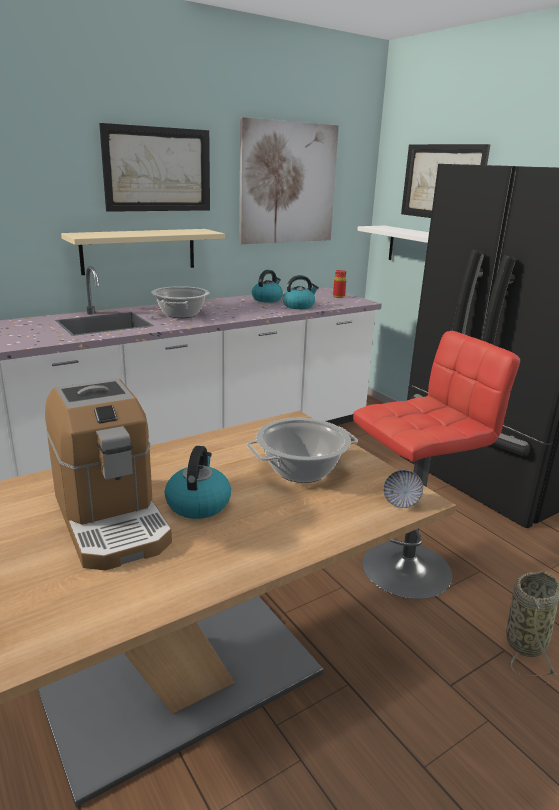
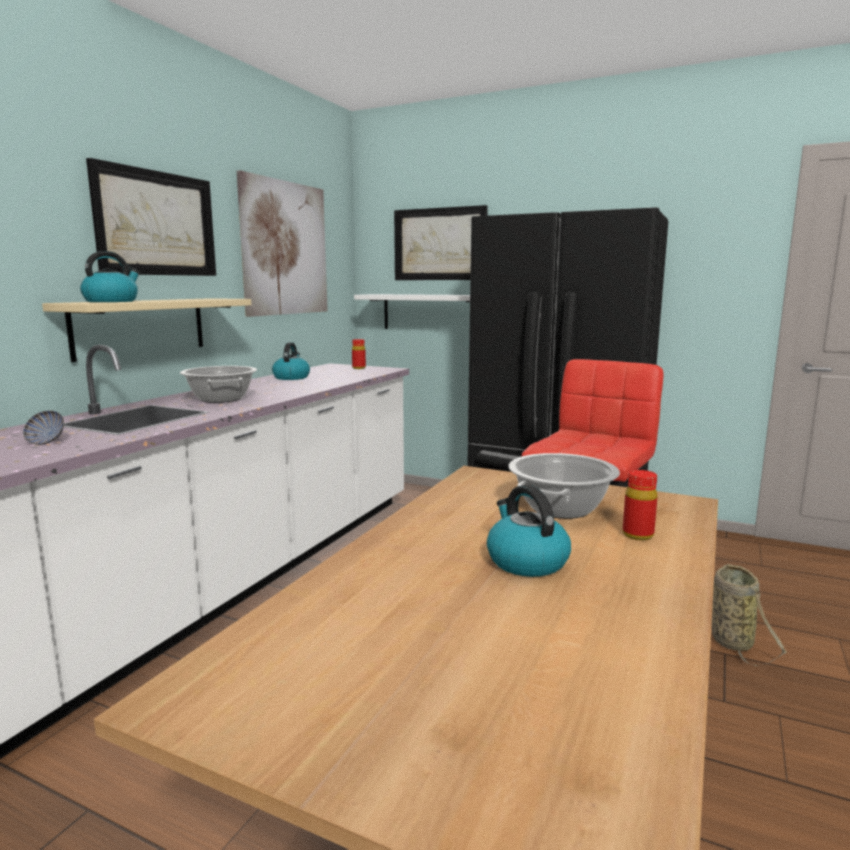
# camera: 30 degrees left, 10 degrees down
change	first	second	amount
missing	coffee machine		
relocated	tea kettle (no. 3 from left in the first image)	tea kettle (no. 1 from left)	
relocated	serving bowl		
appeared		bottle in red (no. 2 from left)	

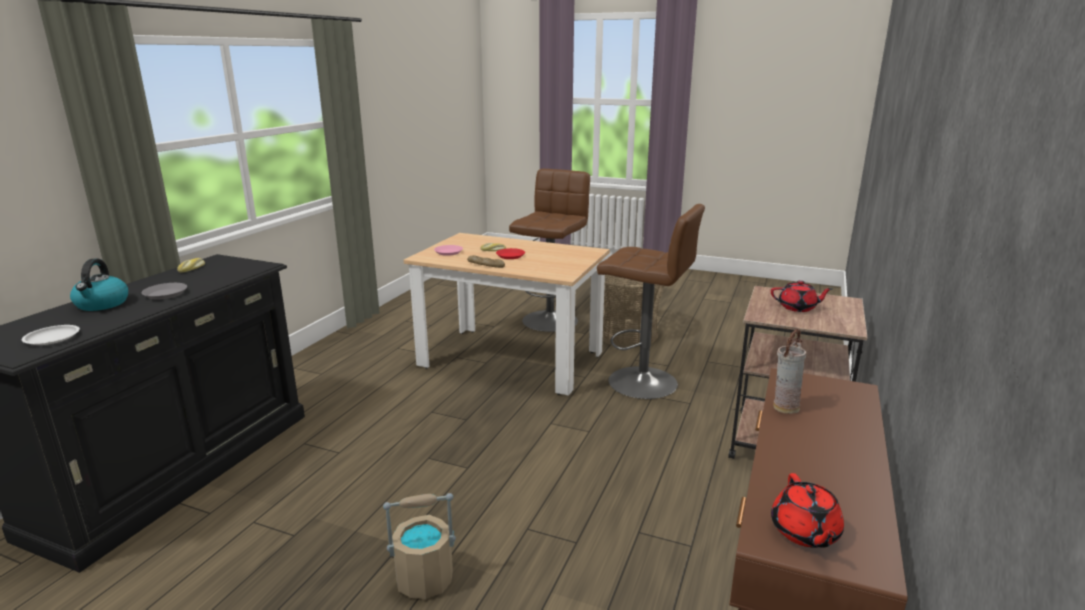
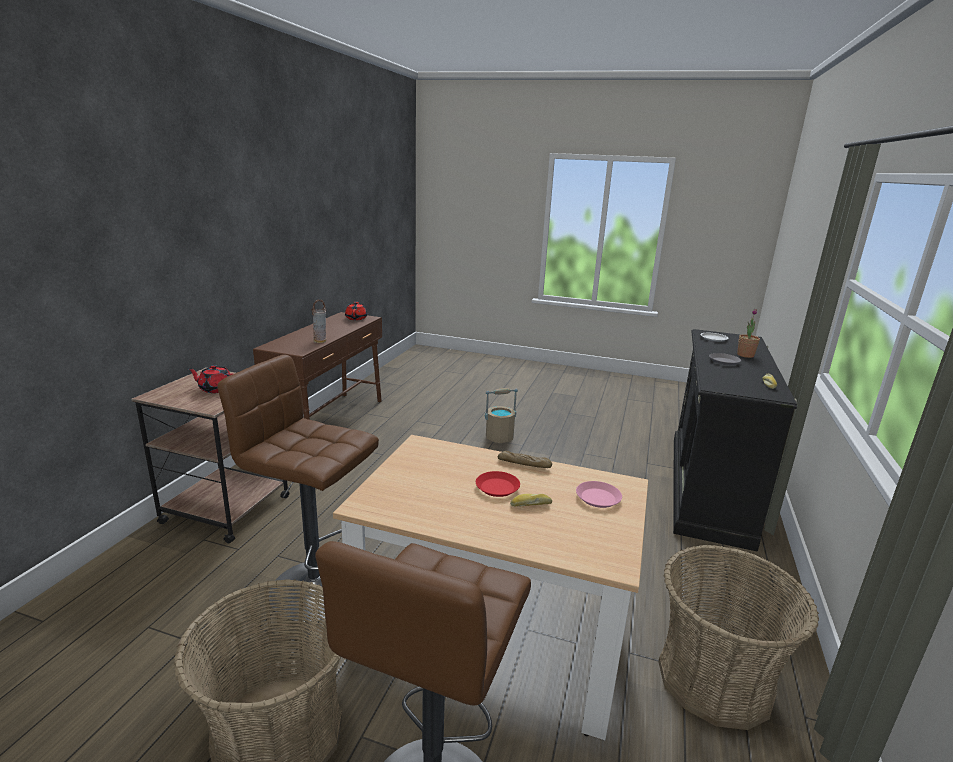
# camera: 175 degrees right, 0 degrees up
change	first	second	amount
exchanged	tea kettle	houseplant	
appeared		household basket (no. 2 from left)	

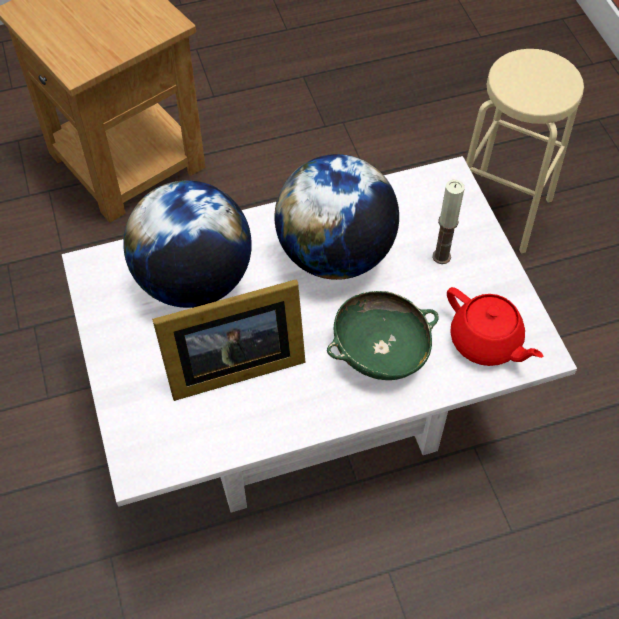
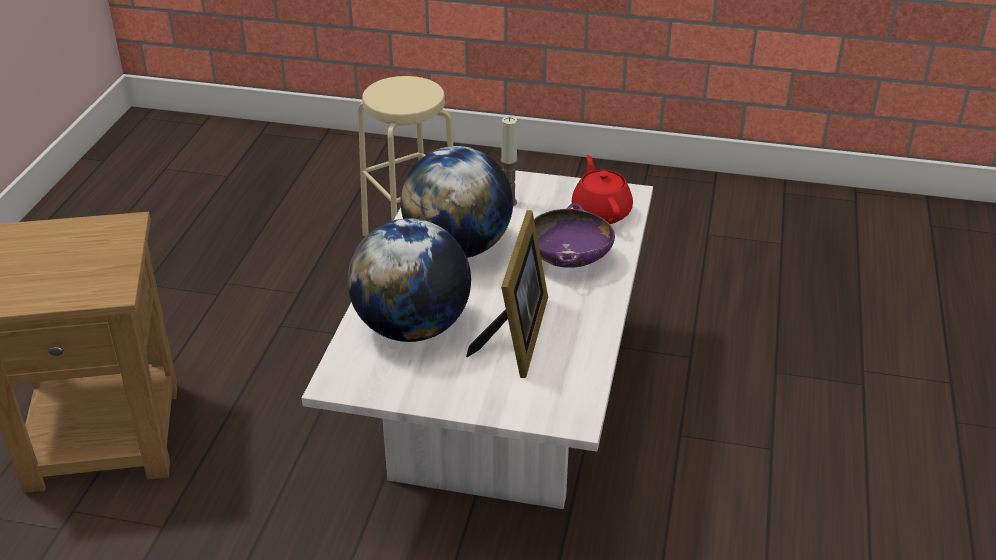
# camera: 60 degrees left, 20 degrees down
change	first	second	amount
colour	serving bowl in green-coloured	serving bowl in purplish	
spun	pot for tea in red		90 degrees counterclockwise

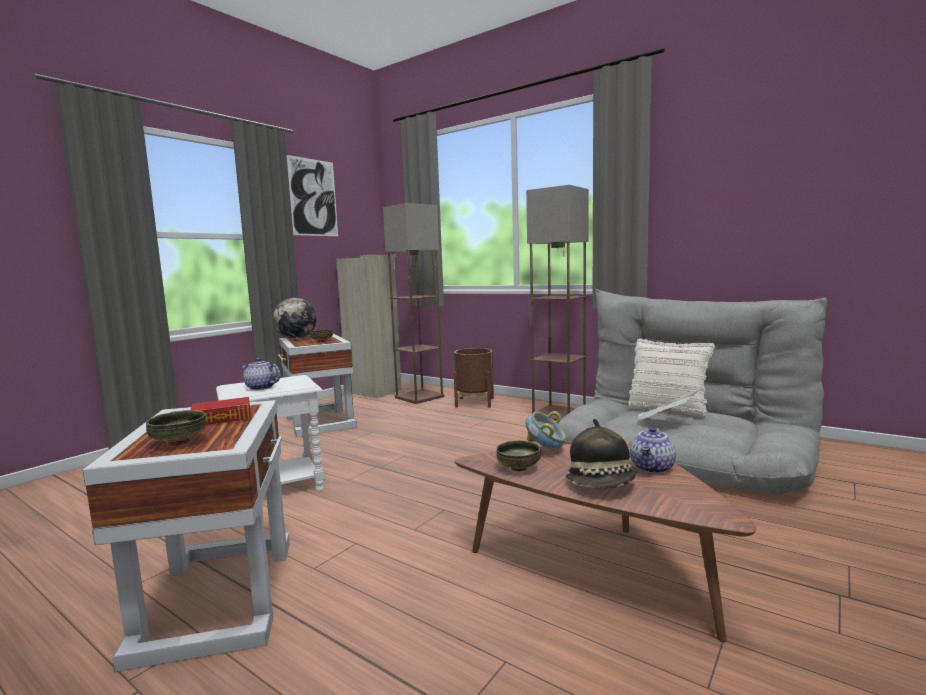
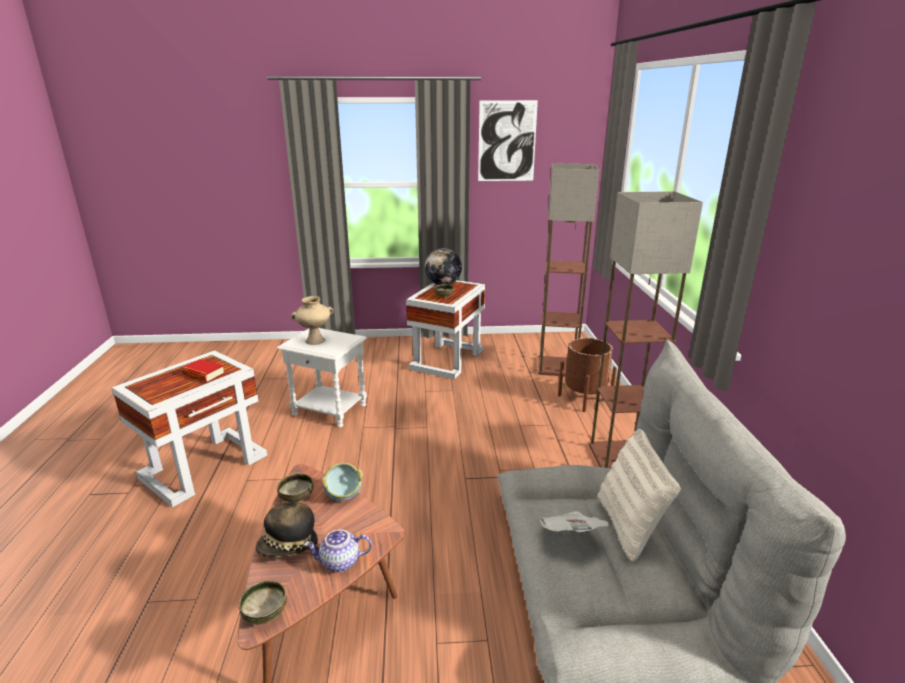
# camera: 50 degrees right, 15 degrees up
change	first	second	amount
relocated	serving bowl (no. 1 from left)		
exchanged	pot for tea (no. 1 from left)	vase in sand-coloured	
missing	cupboard in sand-coloured		

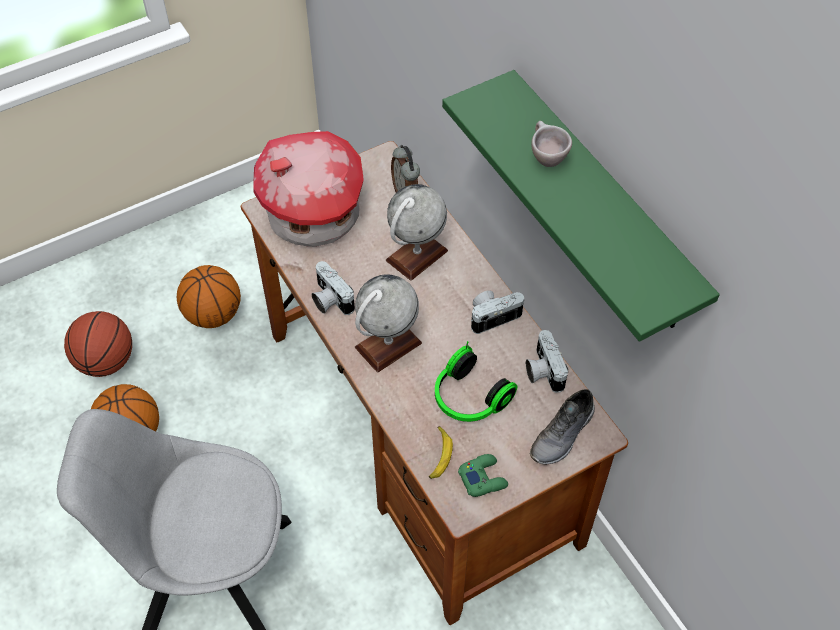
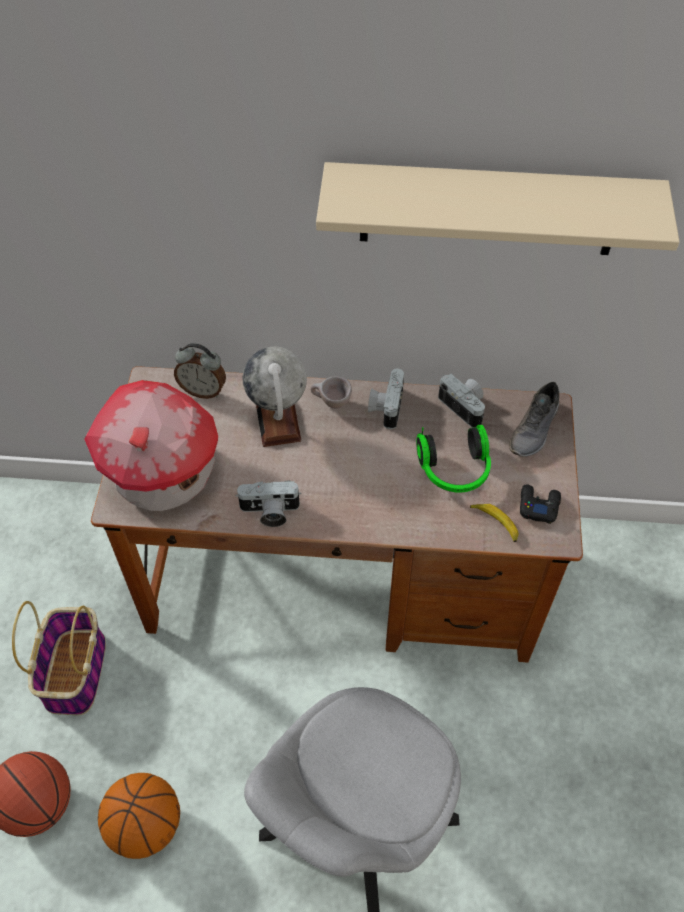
# camera: 55 degrees left, 0 degrees up
change	first	second	amount
exchanged	basketball (no. 3 from left)	household basket	
missing	desk globe (no. 1 from left)		
colour	bracket shelf in green-coloured	bracket shelf in sand-coloured	
colour	joypad in green-coloured	joypad in black-coloured	
spun	still camera (no. 3 from left)		150 degrees counterclockwise
spun	shoe in greyish		45 degrees clockwise
relocated	drinking cup in sand-coloured		

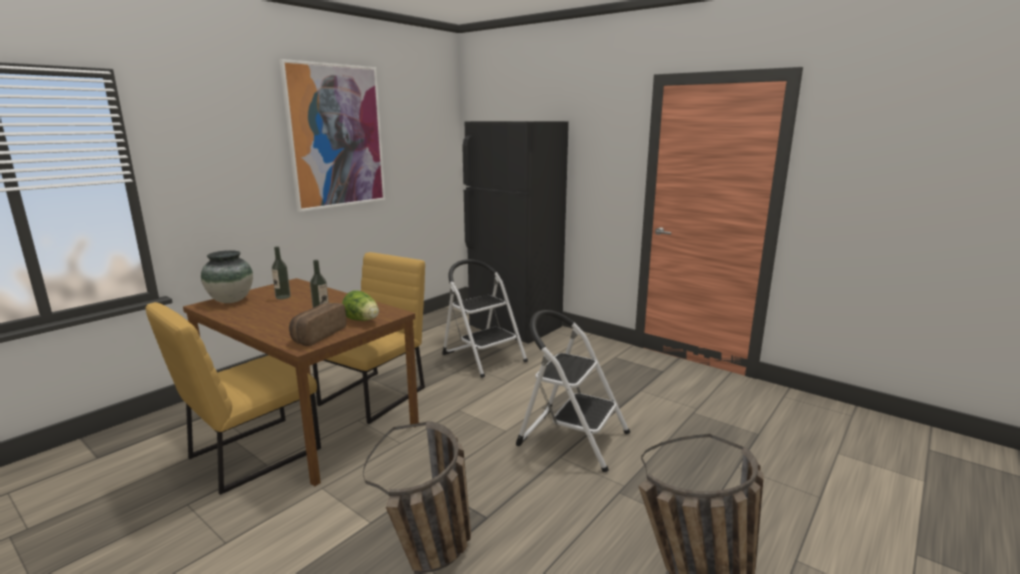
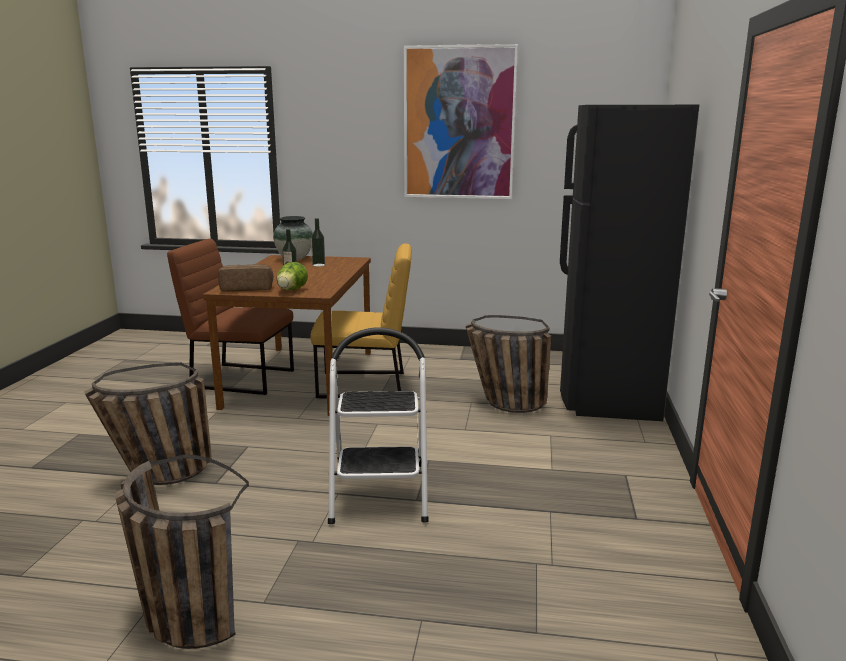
# camera: 60 degrees right, 0 degrees up
change	first	second	amount
colour	chair in yellow-coloured (no. 1 from left)	chair in brownish	
exchanged	stepladder (no. 1 from left)	household basket (no. 3 from left)	

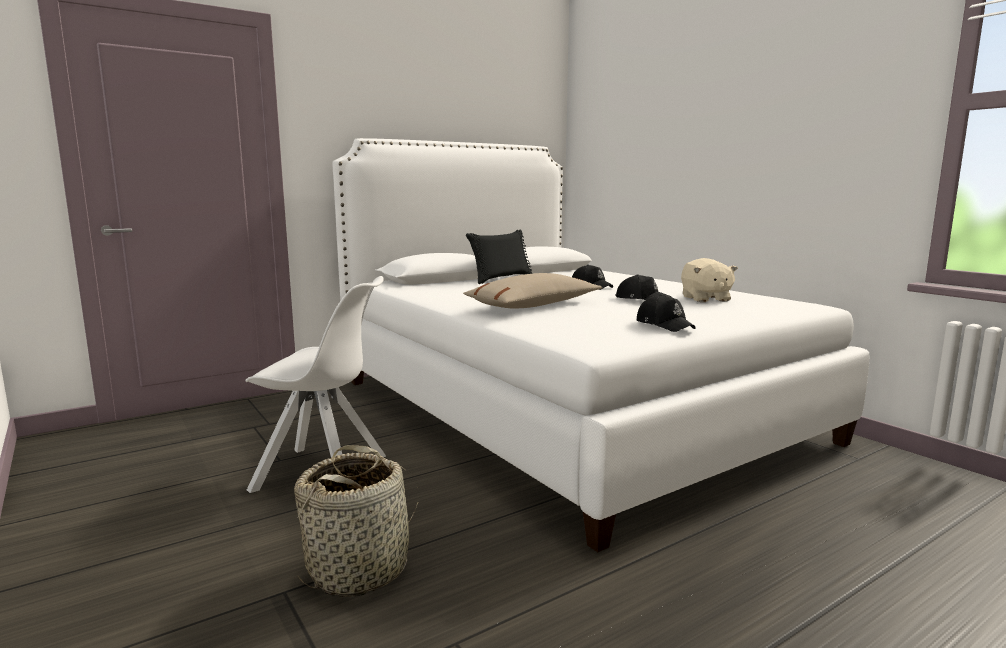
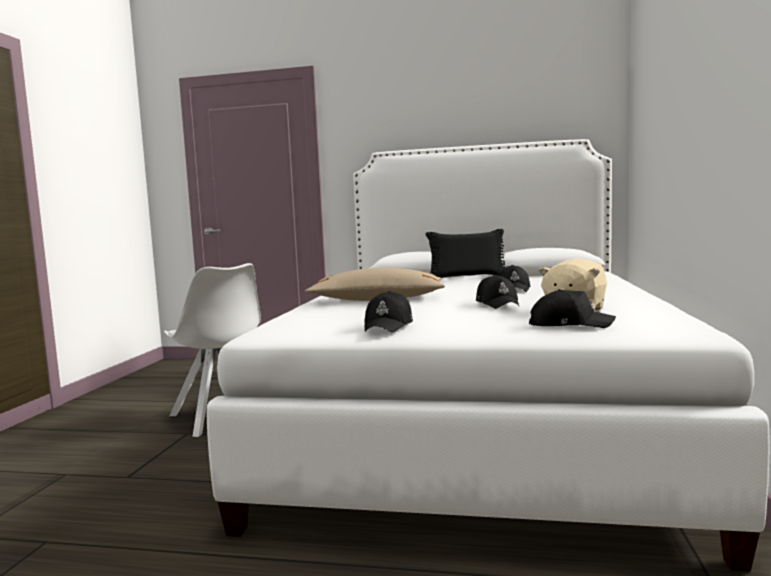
# camera: 45 degrees right, 5 degrees down
change	first	second	amount
missing	household basket		
appeared		cap in black-coloured (no. 4 from left)	

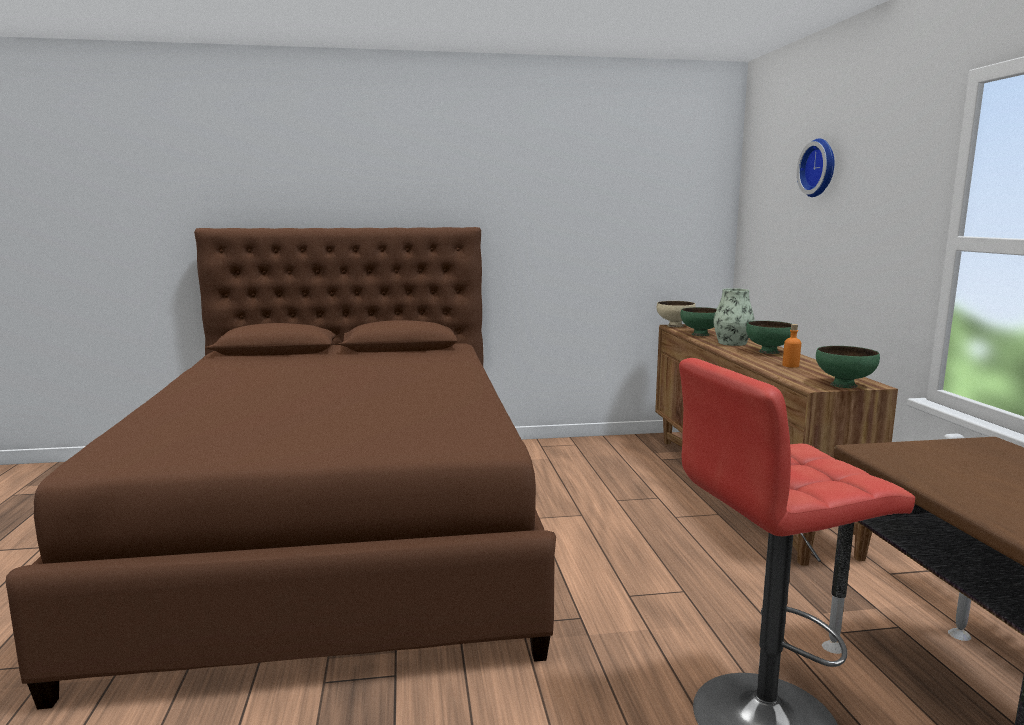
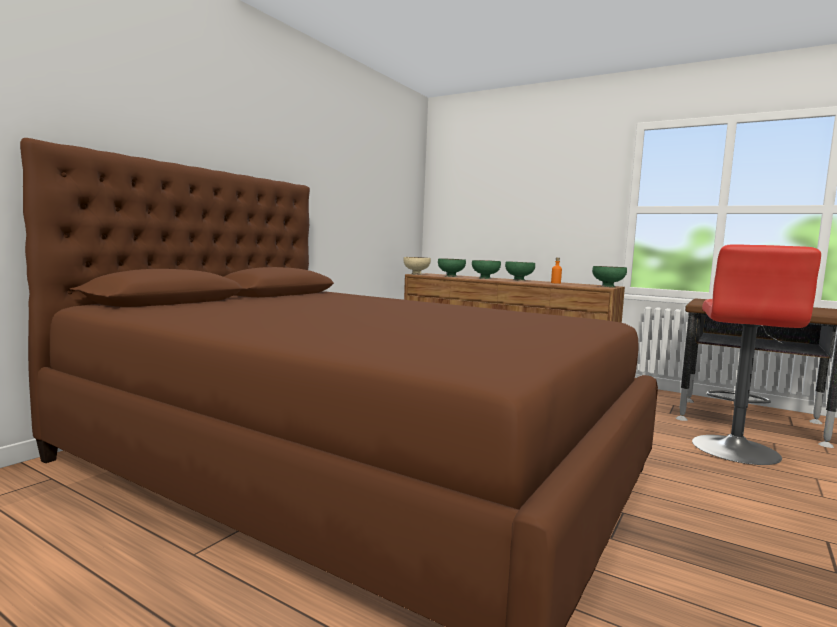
# camera: 50 degrees left, 5 degrees down
change	first	second	amount
exchanged	vase	serving bowl in green-coloured (no. 2 from left)	
missing	wall clock		

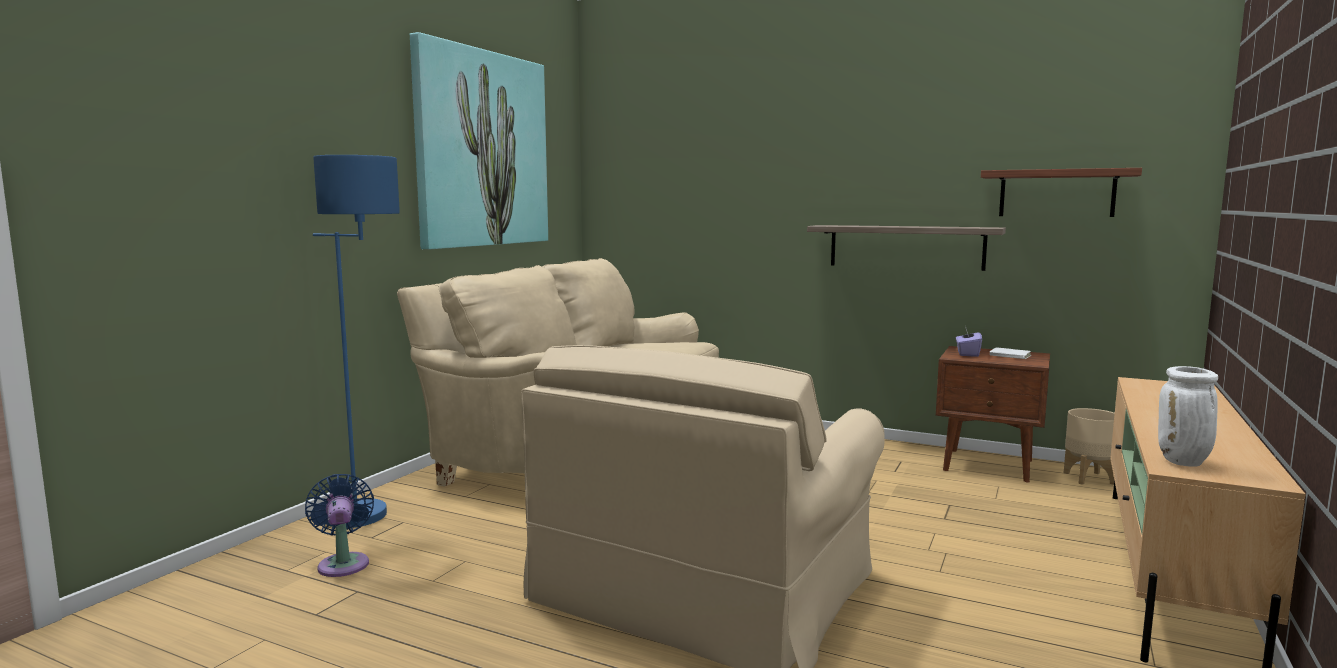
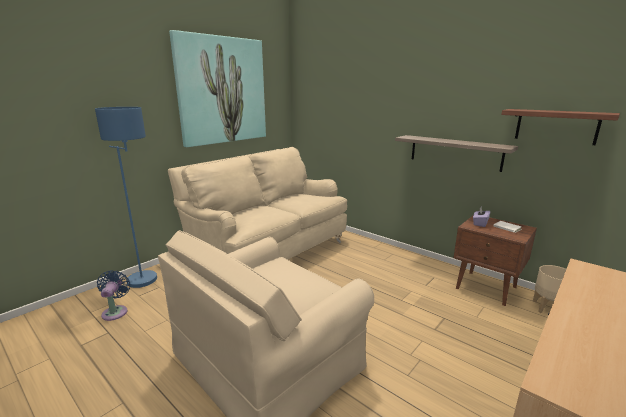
# camera: 15 degrees right, 10 degrees up
change	first	second	amount
missing	vase in white-coloured		

